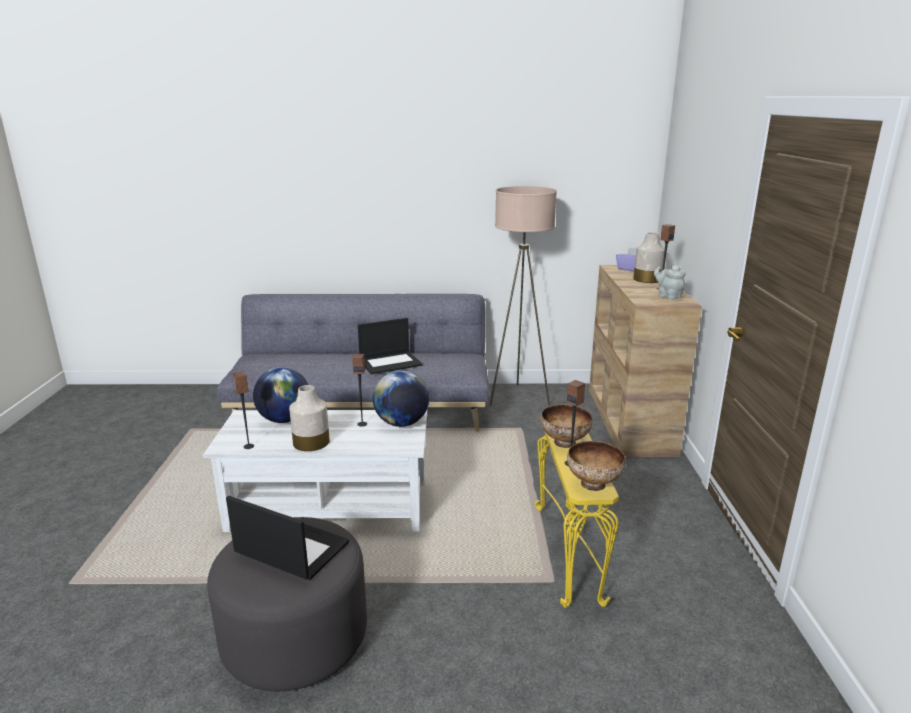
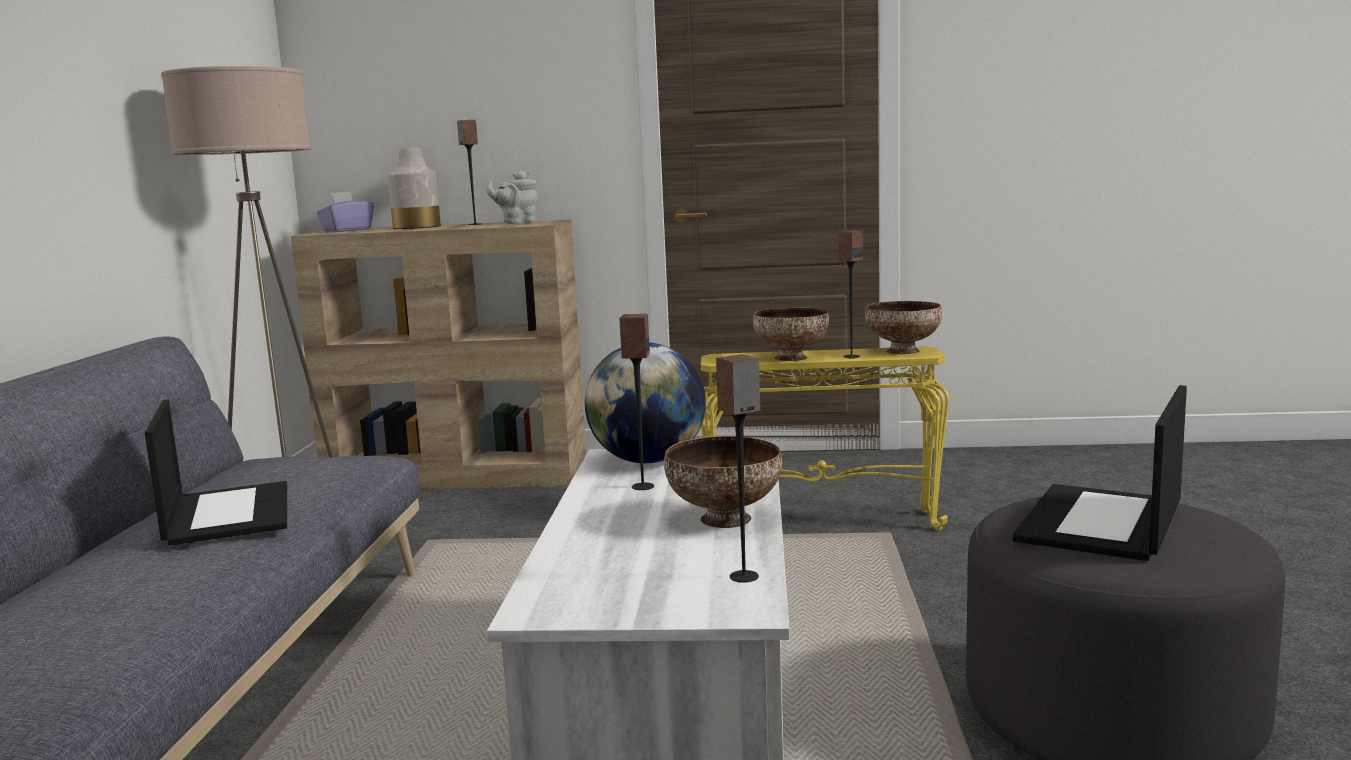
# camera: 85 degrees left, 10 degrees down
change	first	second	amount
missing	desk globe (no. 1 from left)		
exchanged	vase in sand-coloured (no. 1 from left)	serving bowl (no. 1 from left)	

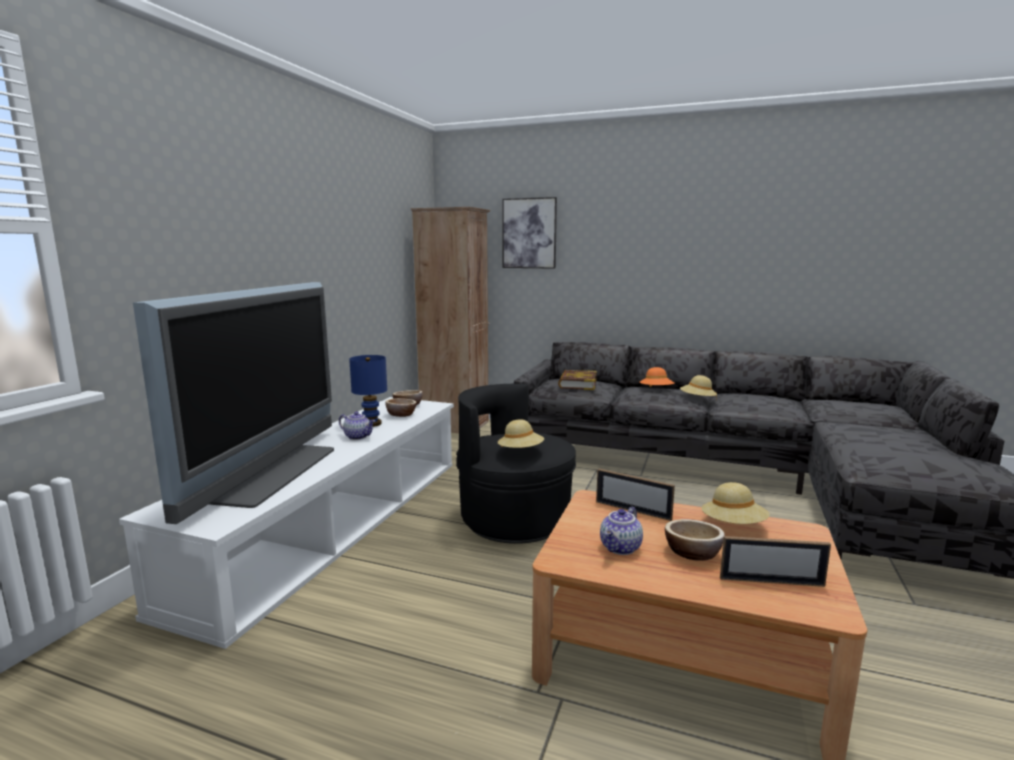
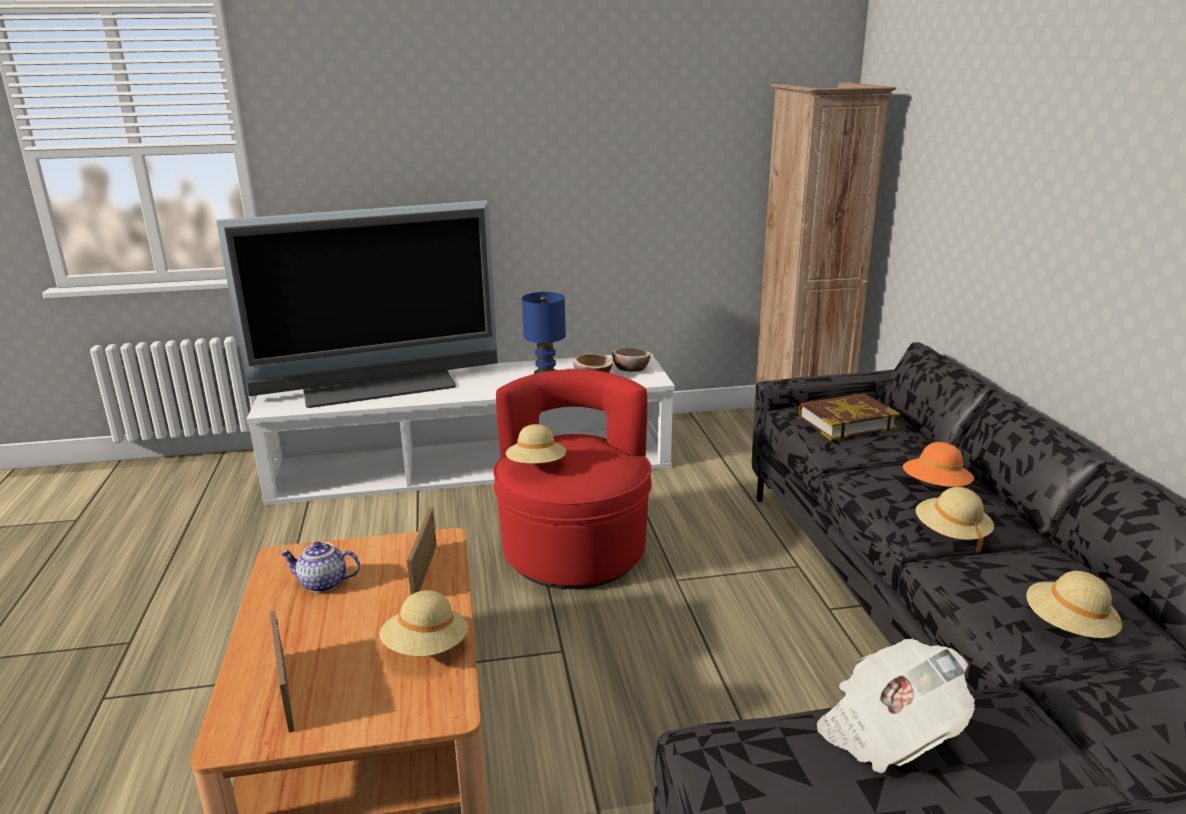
# camera: 60 degrees right, 10 degrees up
change	first	second	amount
missing	pot for tea (no. 1 from left)		
colour	lounge chair in black-coloured	lounge chair in red	
missing	wall art		
missing	serving bowl (no. 3 from left)		
appeared		newspaper	
appeared		clothing hat in sand-coloured (no. 4 from left)	

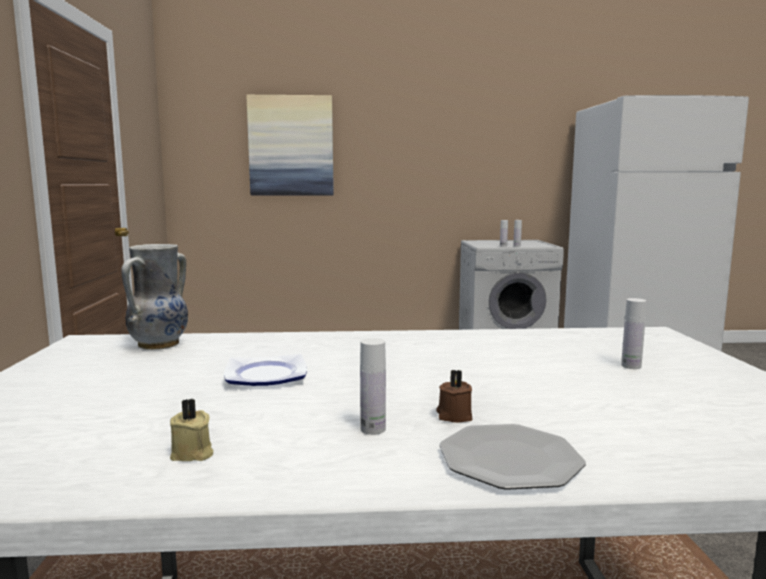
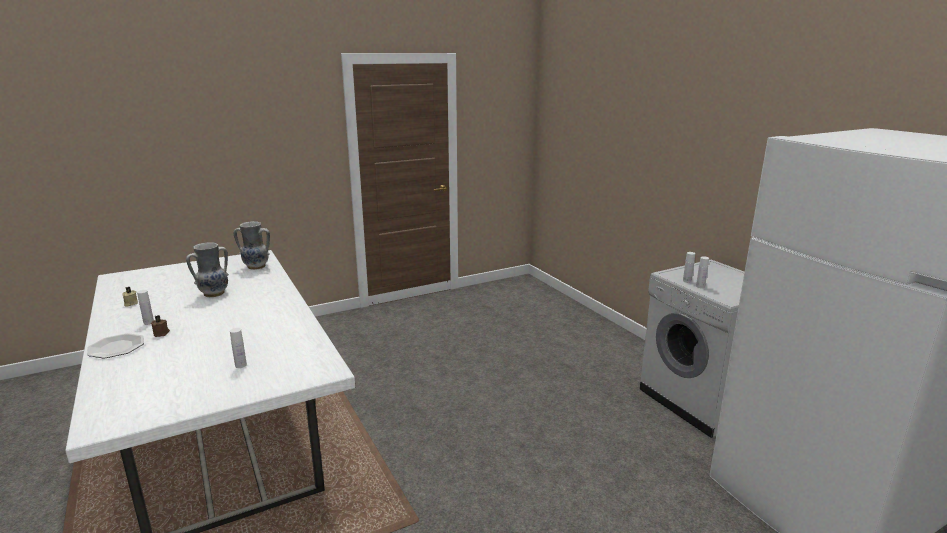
# camera: 65 degrees right, 10 degrees up
change	first	second	amount
exchanged	plate (no. 1 from left)	vase (no. 1 from left)	
missing	wall art		

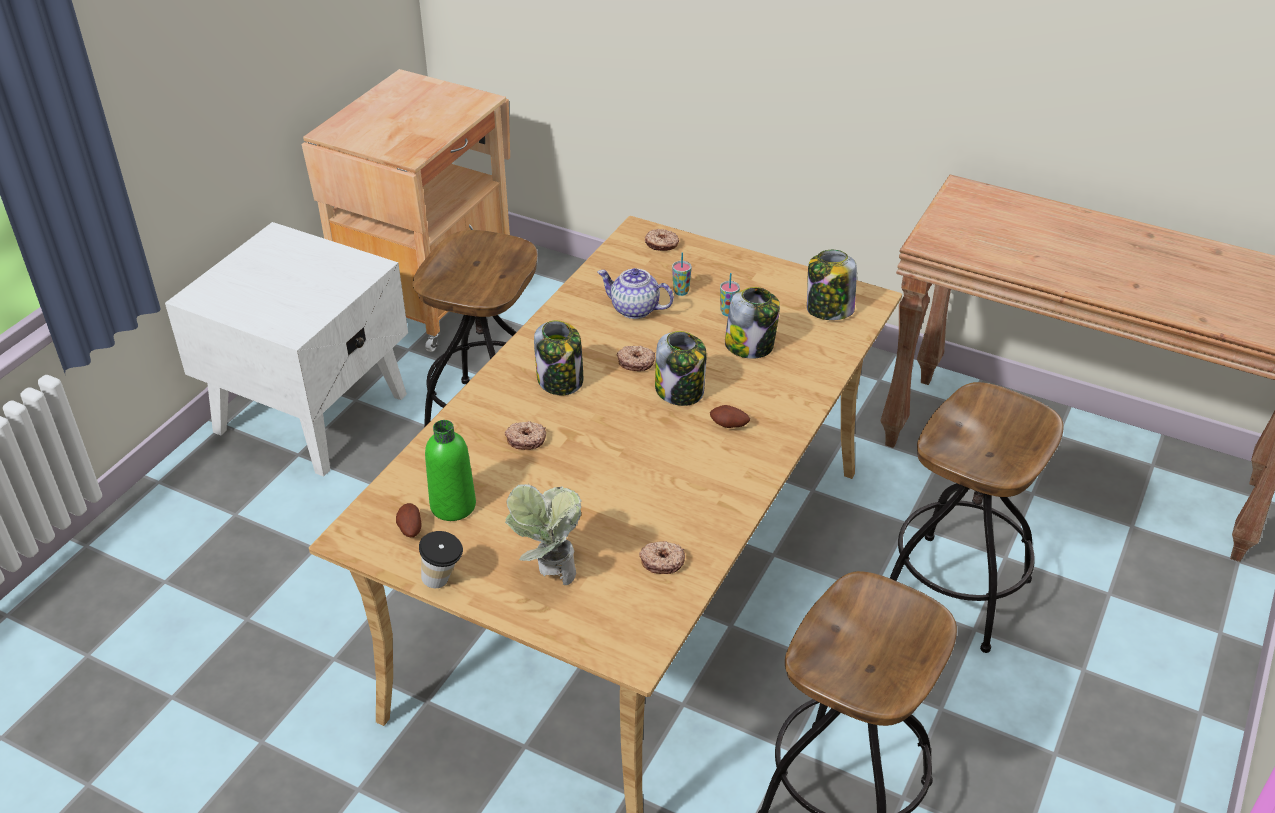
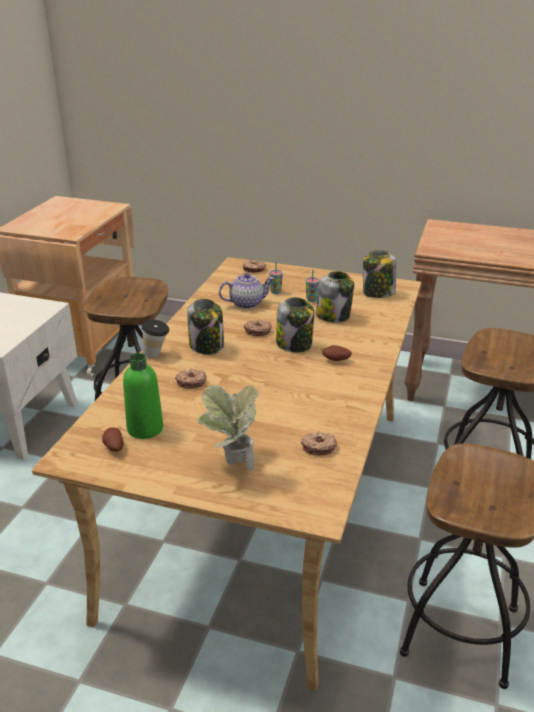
# camera: 10 degrees left, 10 degrees down
change	first	second	amount
relocated	drinking cup (no. 1 from left)		
spun	pot for tea		150 degrees clockwise

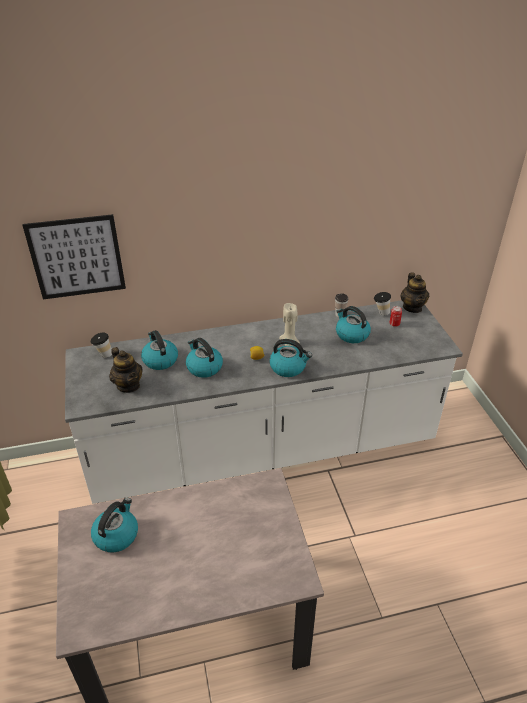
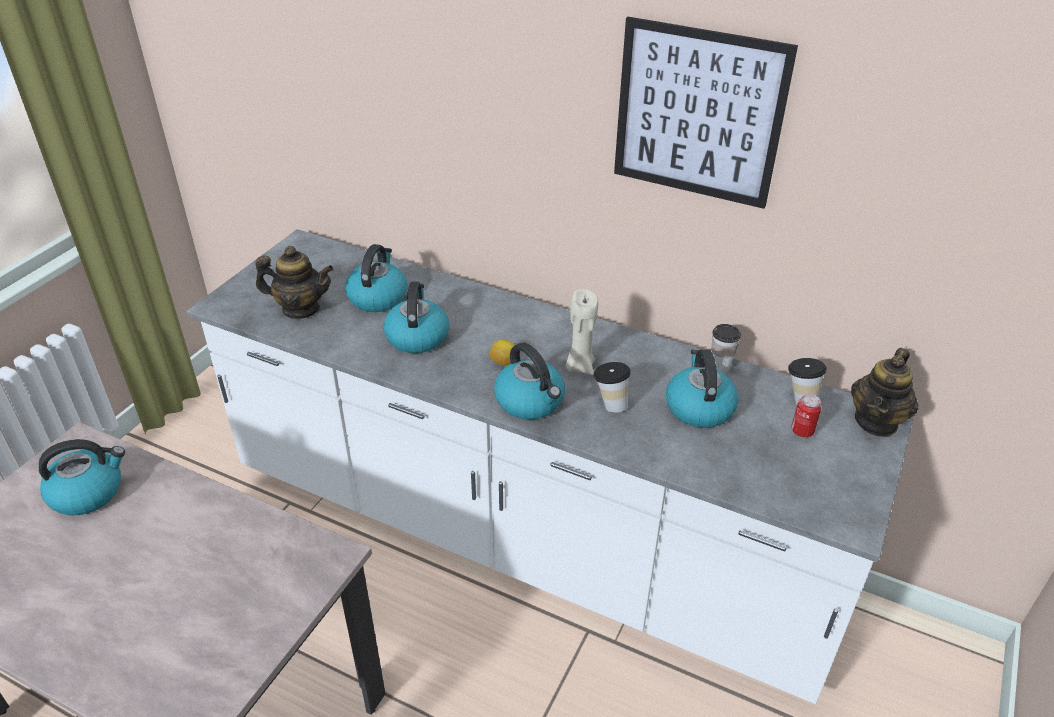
# camera: 40 degrees right, 0 degrees up
change	first	second	amount
relocated	wall art		
relocated	drinking cup (no. 1 from left)		
spun	pot for tea (no. 1 from left)		90 degrees counterclockwise

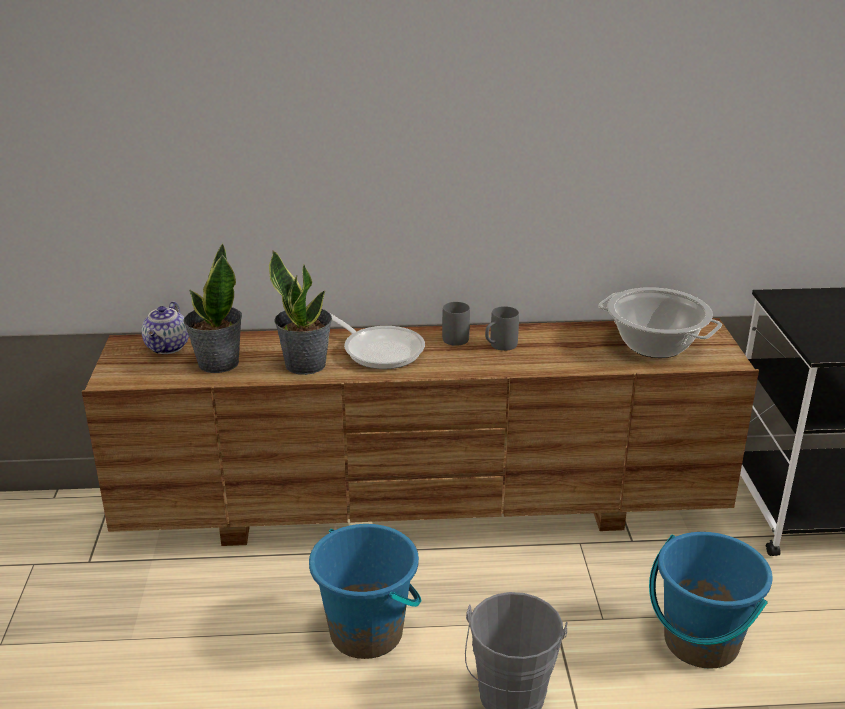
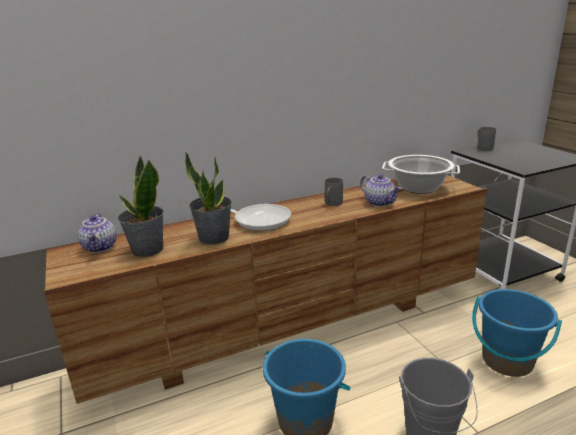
# camera: 20 degrees left, 5 degrees down
change	first	second	amount
relocated	mug in greyish (no. 1 from left in the first image)	mug in greyish (no. 2 from left)	
appeared		pot for tea (no. 2 from left)	

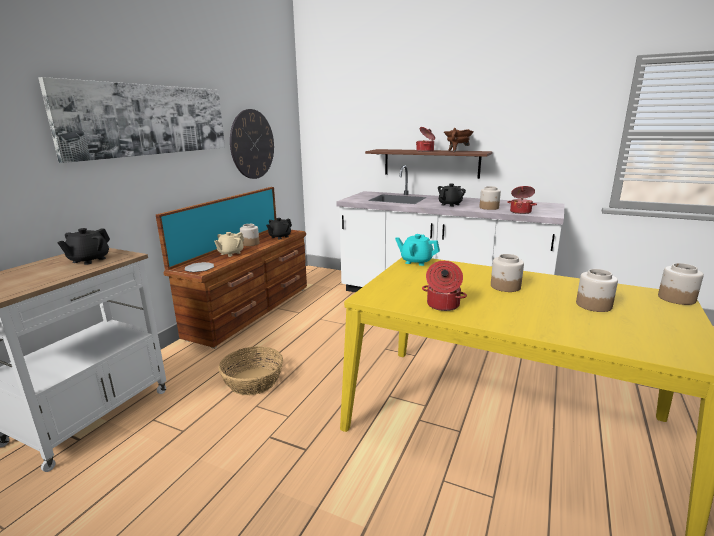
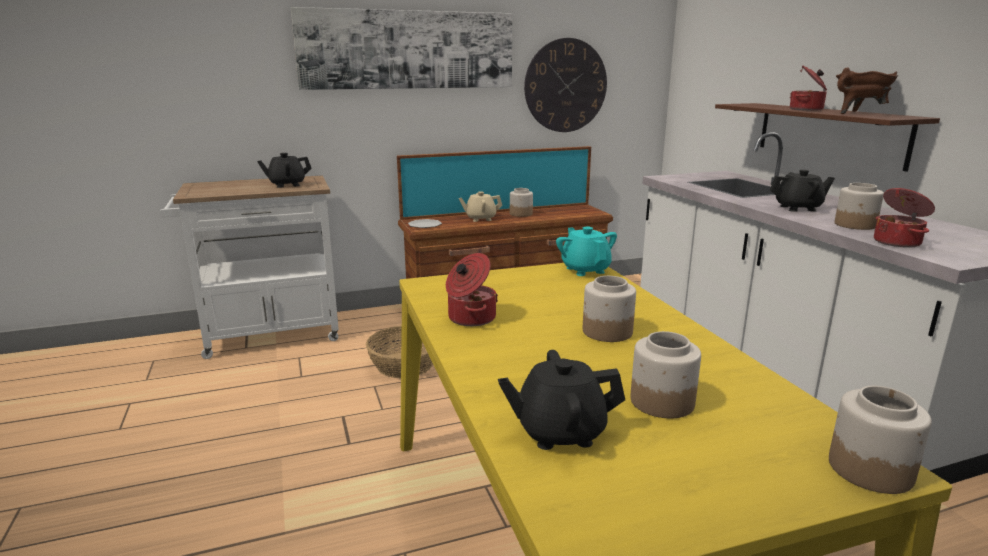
# camera: 45 degrees right, 0 degrees up
change	first	second	amount
relocated	pot for tea in black-coloured (no. 2 from left)		

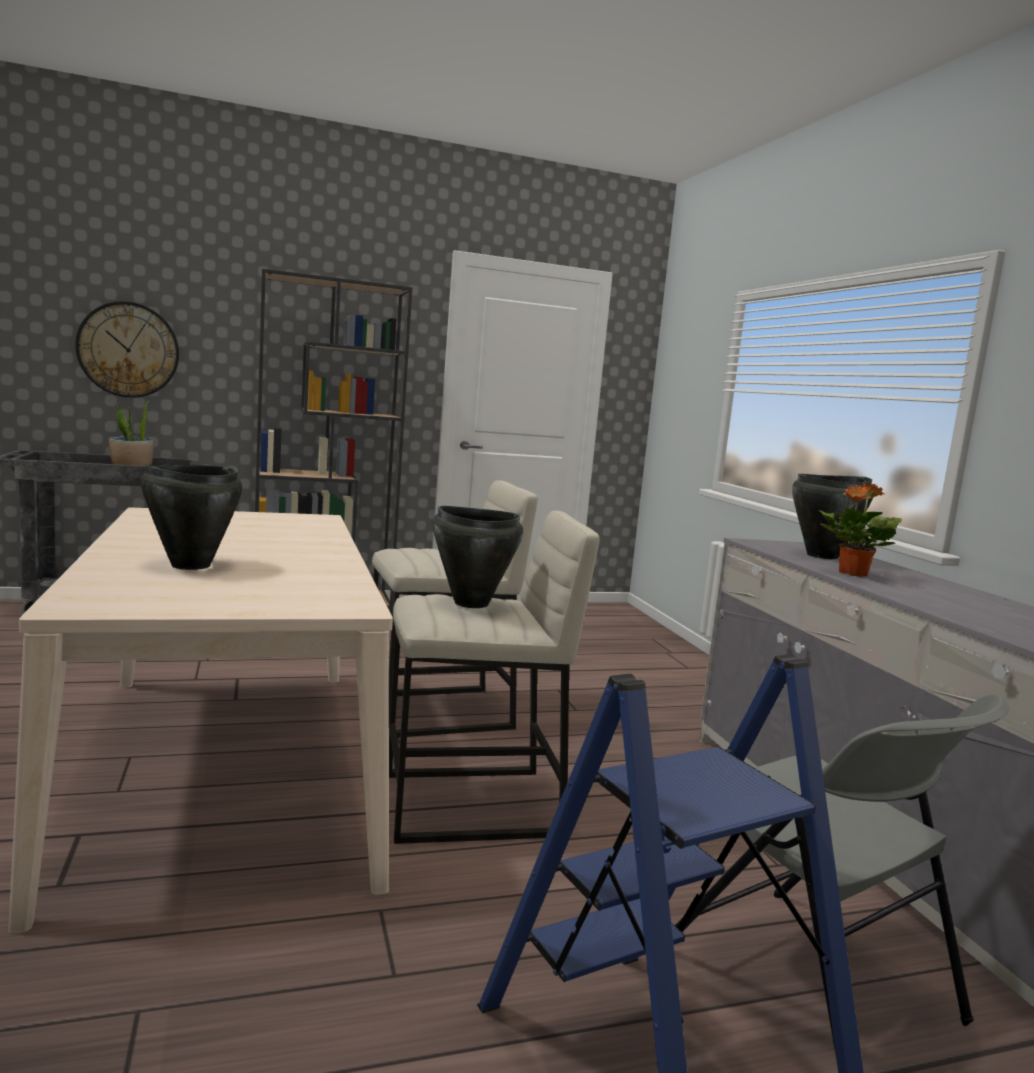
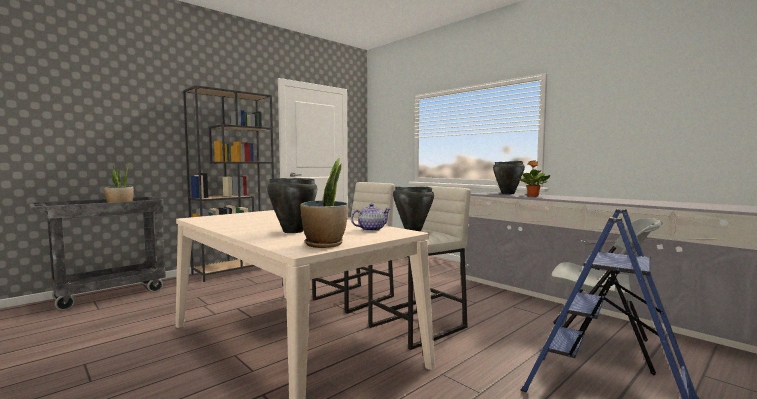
# camera: 25 degrees left, 5 degrees down
change	first	second	amount
missing	wall clock		
appeared		houseplant (no. 2 from left)	
appeared		pot for tea	

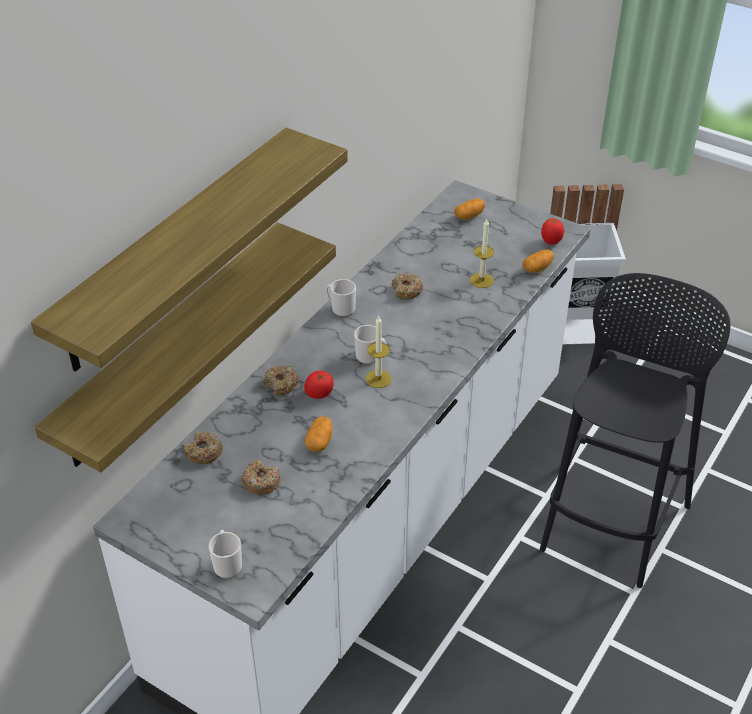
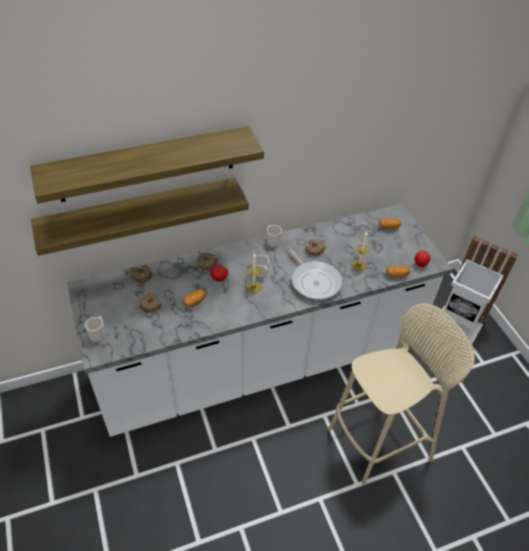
# camera: 35 degrees right, 5 degrees up
change	first	second	amount
colour	stool in black-coloured	stool in sand-coloured	
appeared		skillet	

